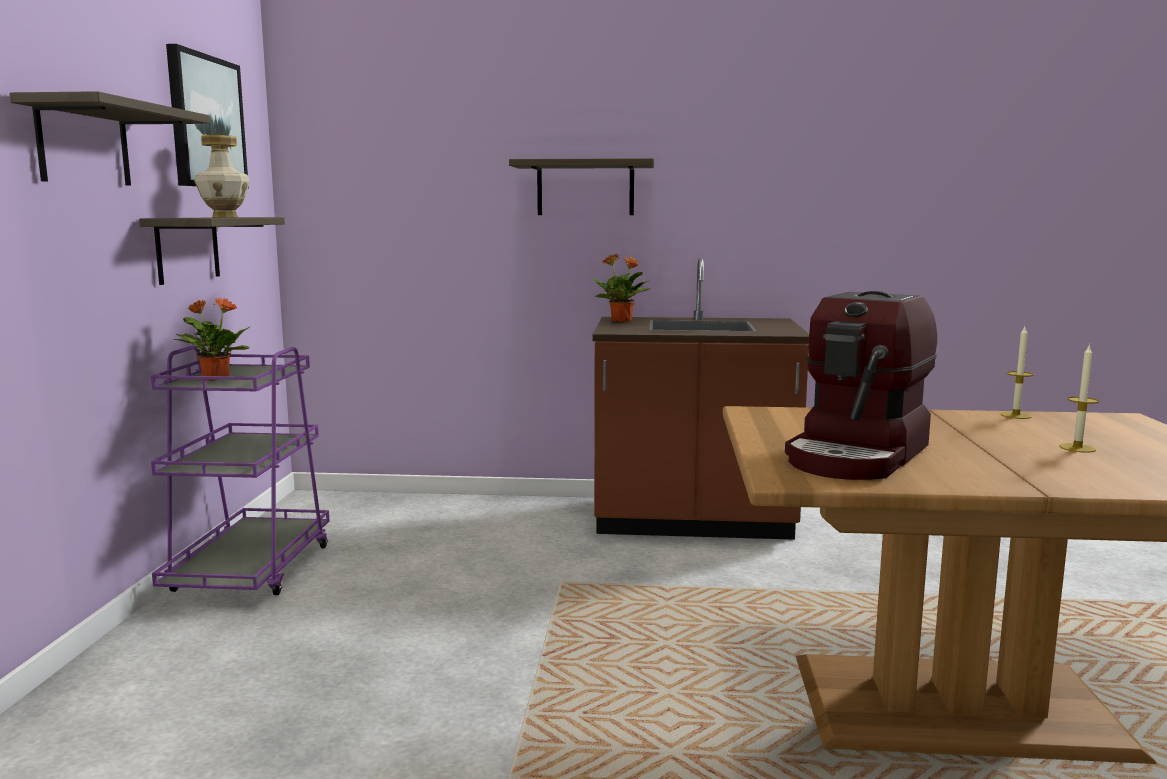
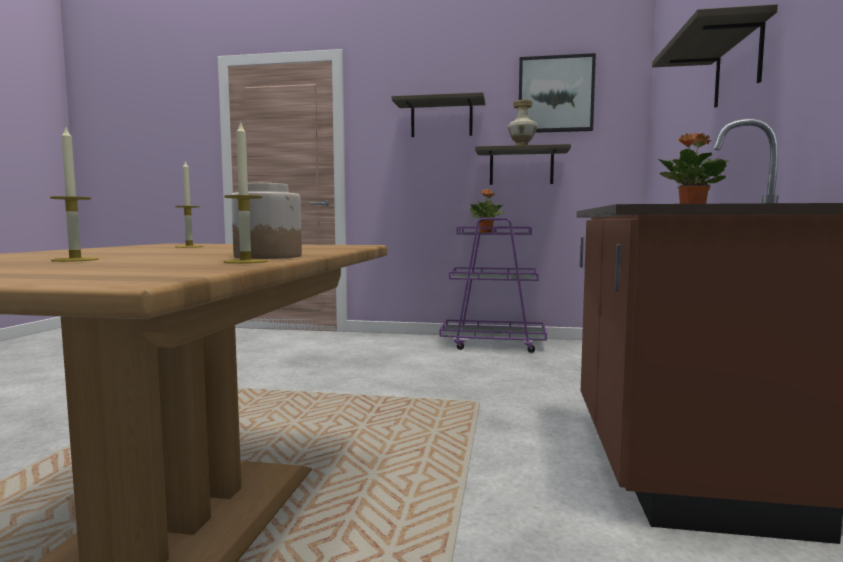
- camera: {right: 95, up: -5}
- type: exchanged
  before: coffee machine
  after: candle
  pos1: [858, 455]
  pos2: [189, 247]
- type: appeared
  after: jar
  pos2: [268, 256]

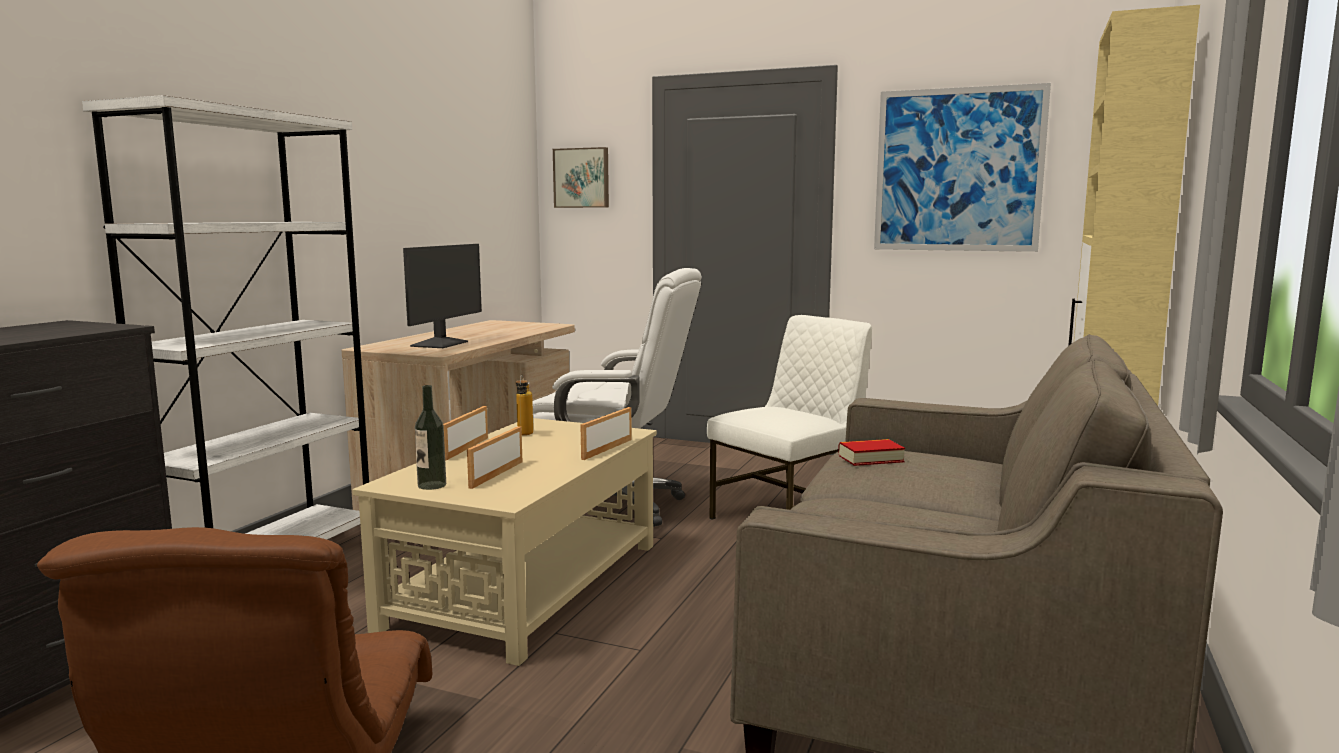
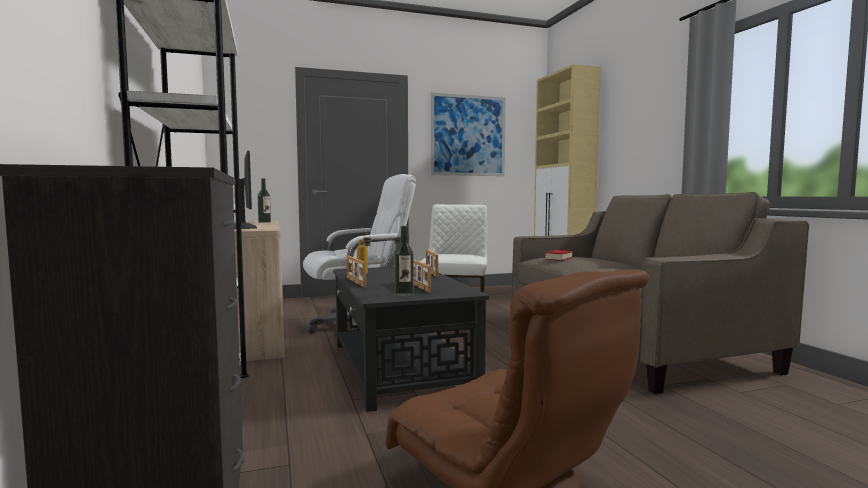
- camera: {right: -40, up: -5}
- type: appeared
  after: beverage bottle
  pos2: [264, 222]
- type: colour
  before: beige lounge table
  after: black lounge table
  pos1: [525, 585]
  pos2: [400, 367]
- type: missing
  before: wall art
  pos1: [582, 178]

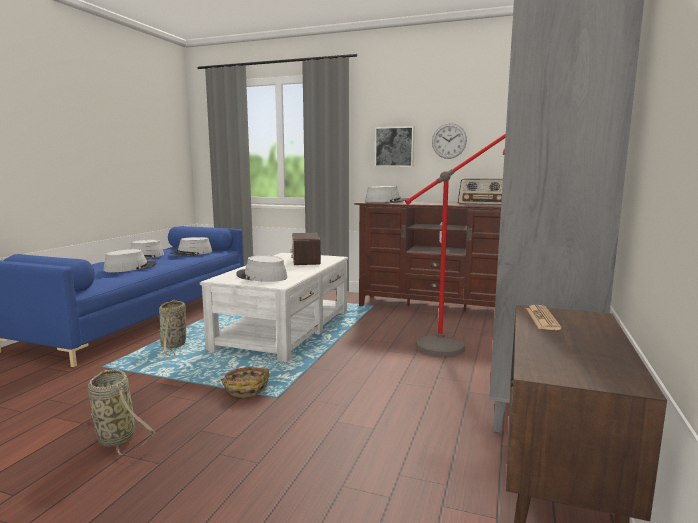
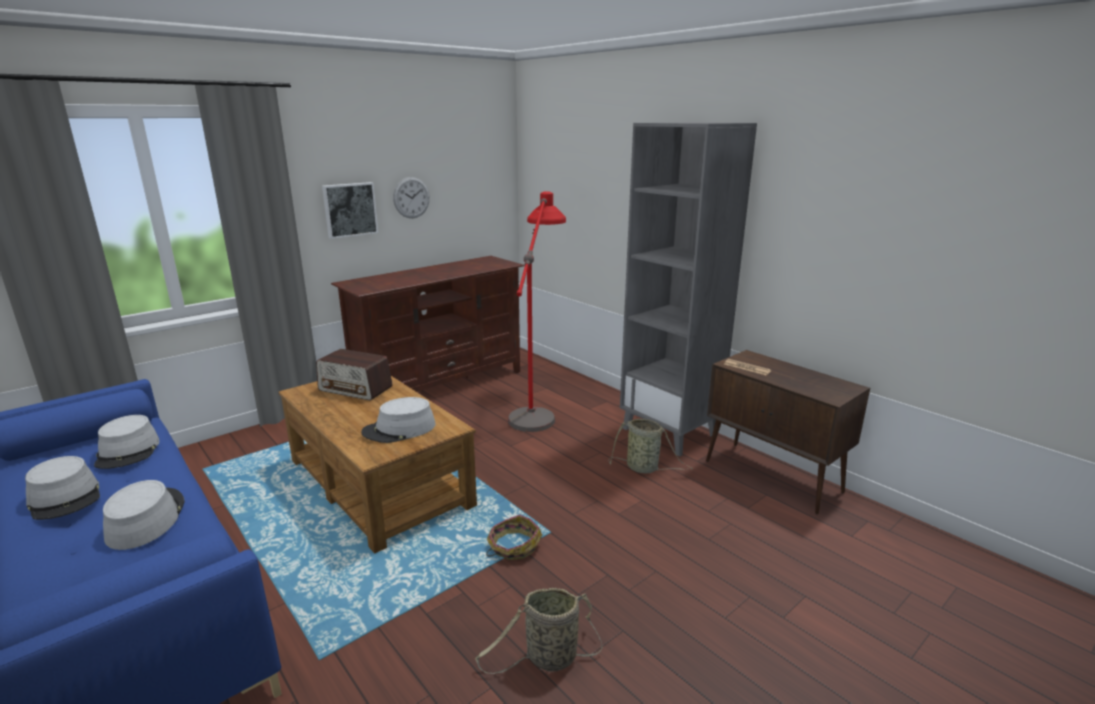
- camera: {right: -60, up: 10}
- type: colour
  before: white lounge table
  after: brownish lounge table
  pos1: [285, 329]
  pos2: [379, 482]
- type: relocated
  before: basket
  pos1: [173, 346]
  pos2: [644, 468]
- type: missing
  before: greyish hat
  pos1: [386, 201]
- type: missing
  before: radio set
  pos1: [483, 203]

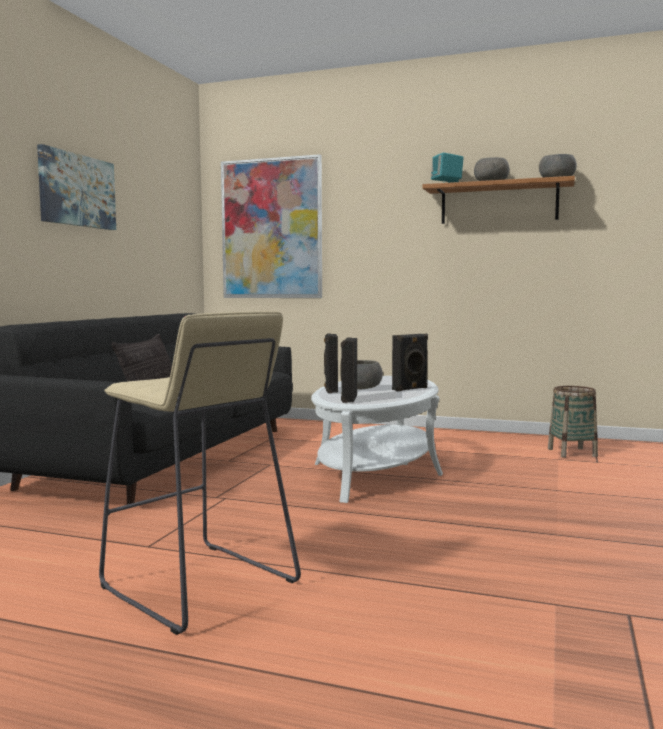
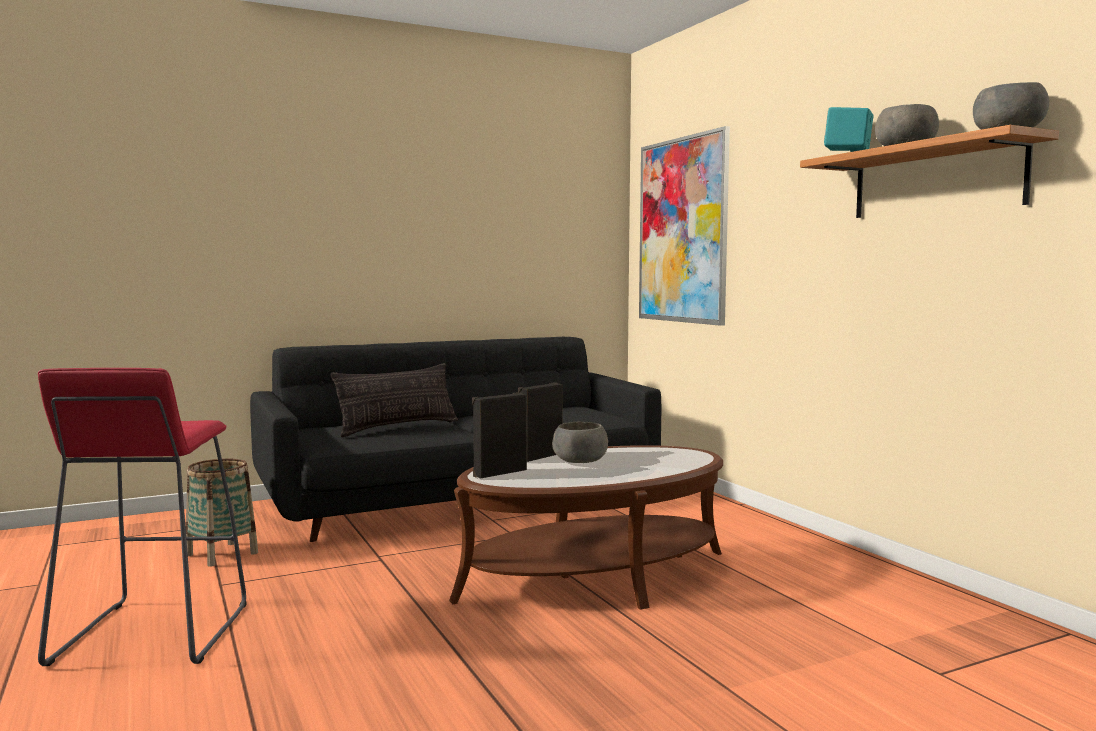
- camera: {right: 45, up: 0}
- type: colour
  before: beige stool seat
  after: red-coloured stool seat
  pos1: [198, 585]
  pos2: [151, 633]
- type: relocated
  before: basket
  pos1: [572, 452]
  pos2: [221, 554]
- type: colour
  before: white lounge table
  after: brownish lounge table
  pos1: [376, 469]
  pos2: [595, 575]
- type: missing
  before: wall art
  pos1: [77, 190]
- type: missing
  before: black speaker
  pos1: [410, 389]

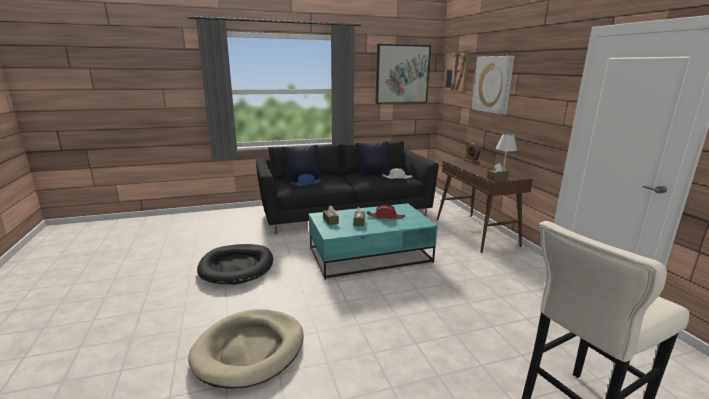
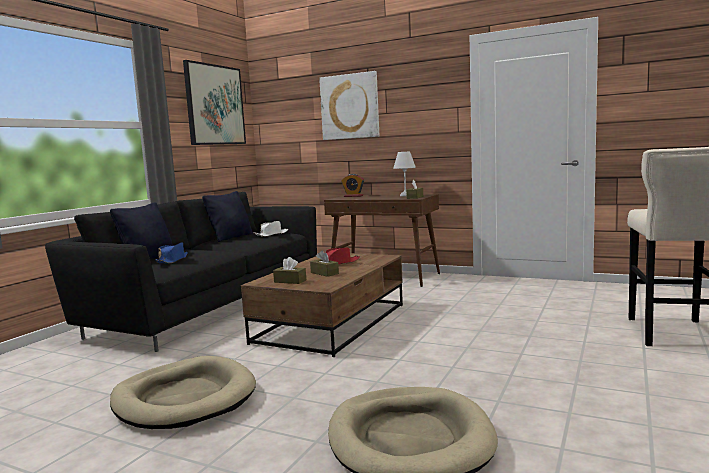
- camera: {right: -45, up: -10}
- type: colour
  before: black dog cushion
  after: beige dog cushion
  pos1: [237, 266]
  pos2: [184, 398]
- type: colour
  before: blue-green lounge table
  after: brownish lounge table
  pos1: [370, 255]
  pos2: [331, 323]
- type: missing
  before: wall art
  pos1: [456, 71]

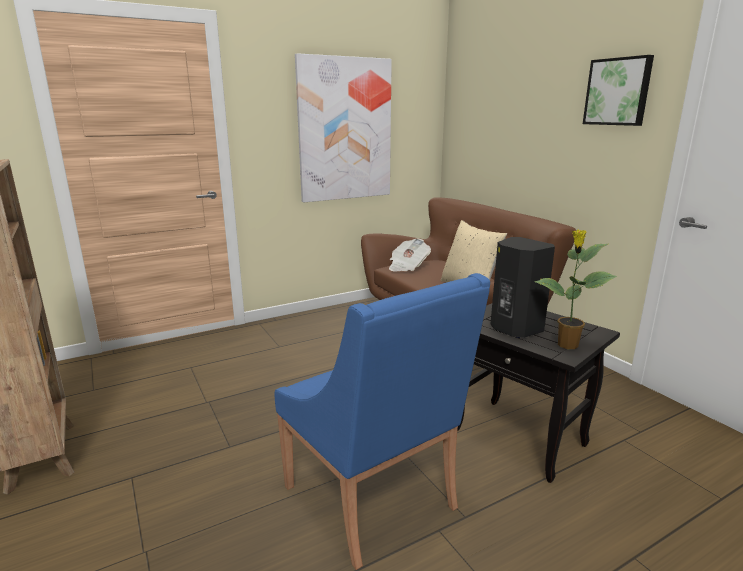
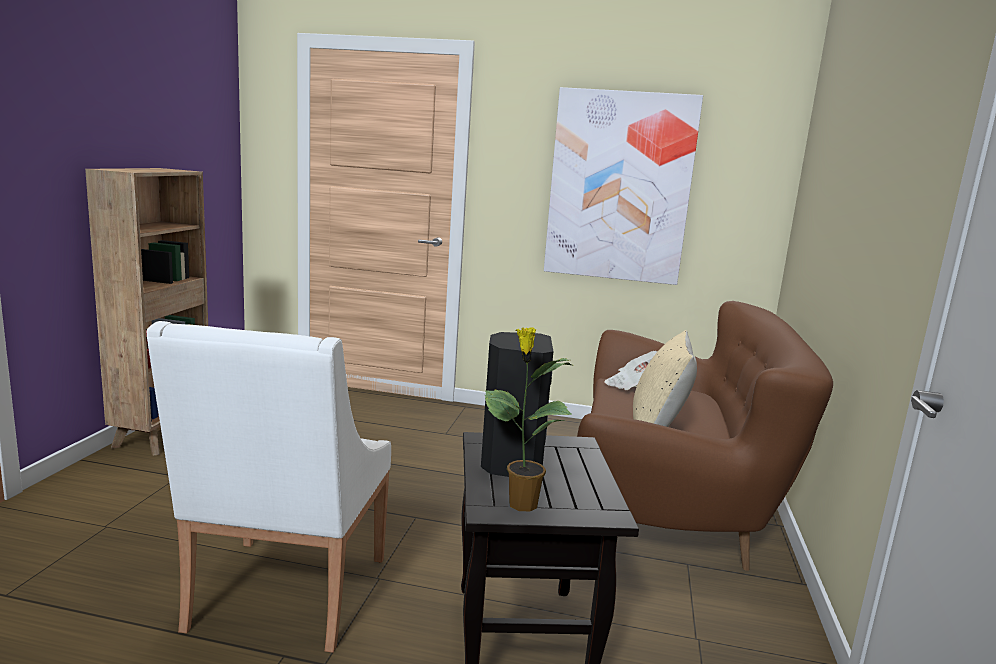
- camera: {right: 40, up: -5}
- type: colour
  before: bluish armchair
  after: white armchair
  pos1: [374, 499]
  pos2: [284, 596]
- type: missing
  before: wall art
  pos1: [618, 92]

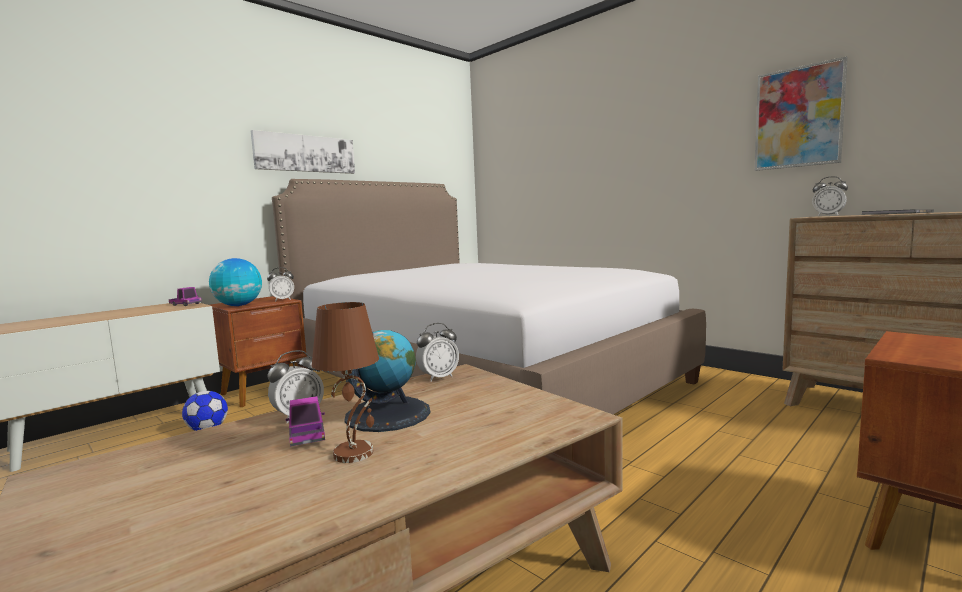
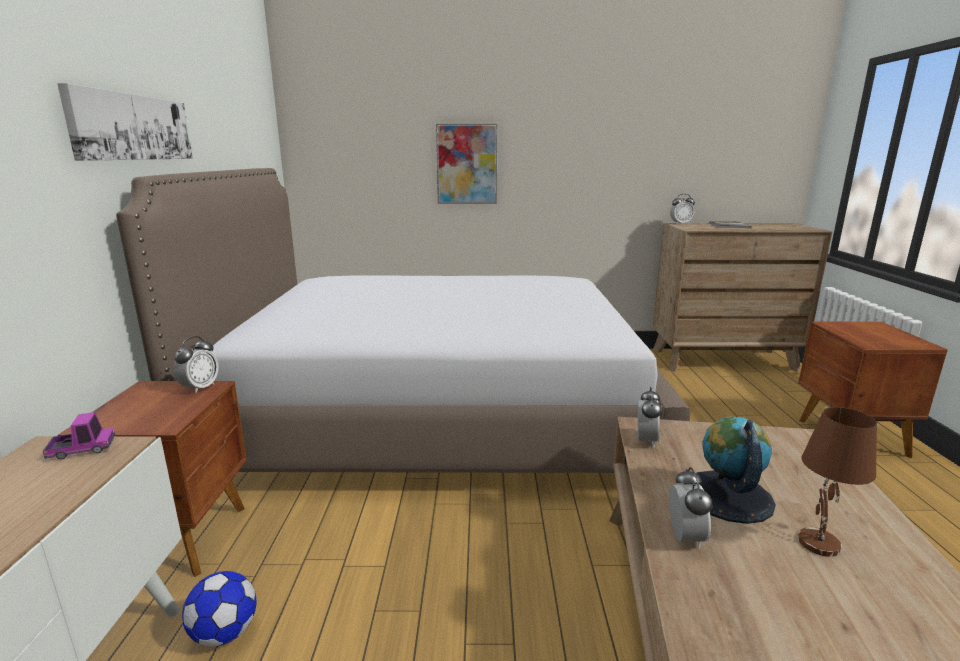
- camera: {right: -45, up: 10}
- type: relocated
  before: wall art
  pos1: [798, 117]
  pos2: [467, 164]
- type: missing
  before: globe
  pos1: [238, 305]
- type: missing
  before: toy truck
  pos1: [307, 436]

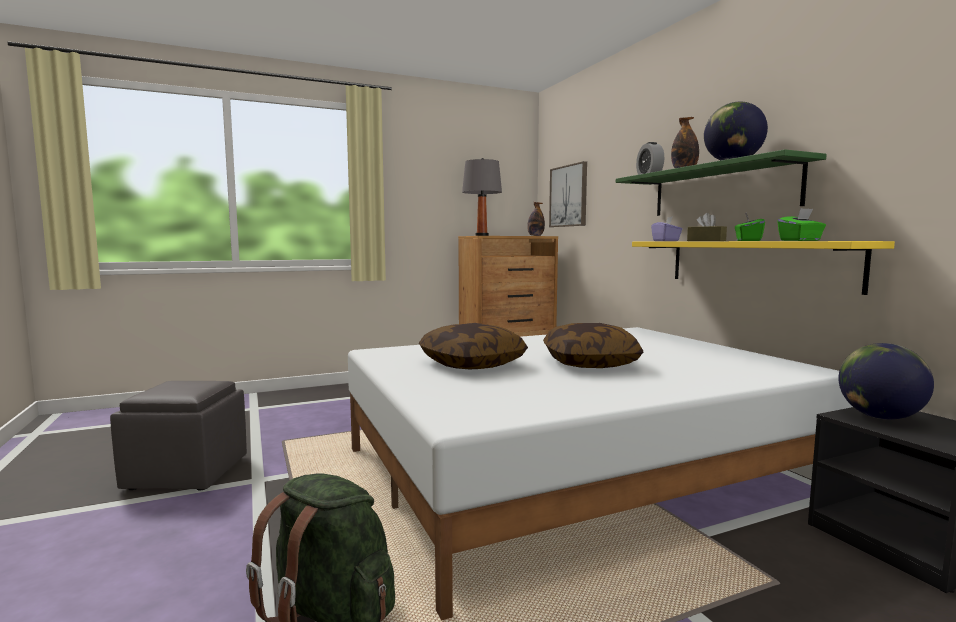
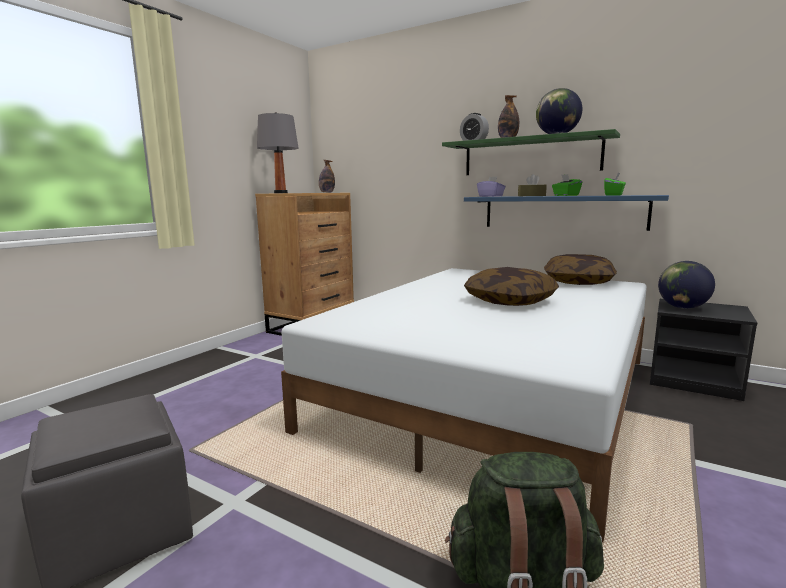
- camera: {right: -35, up: 5}
- type: colour
  before: yellowish wall shelf
  after: bluish wall shelf
  pos1: [755, 263]
  pos2: [562, 212]
- type: relocated
  before: throw pillow
  pos1: [472, 364]
  pos2: [578, 282]
- type: missing
  before: wall art
  pos1: [568, 196]

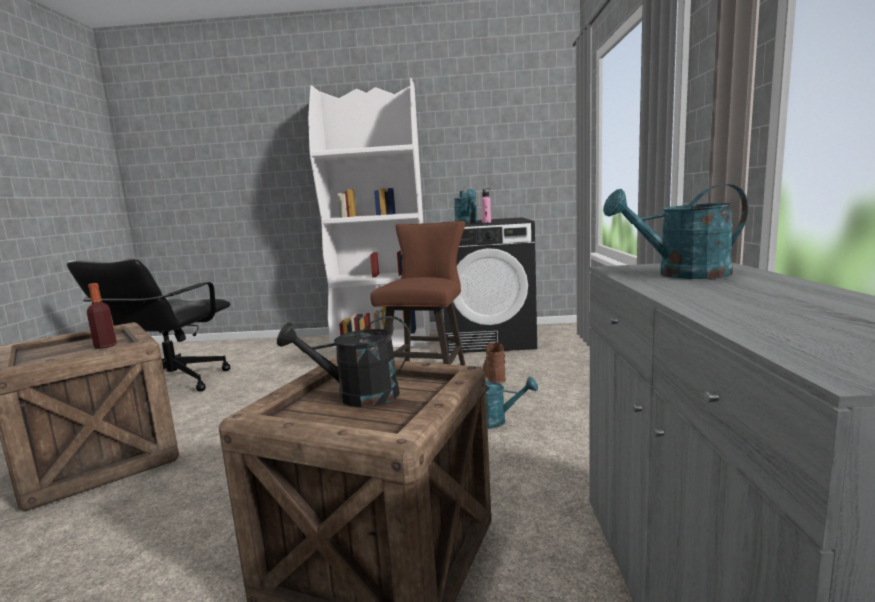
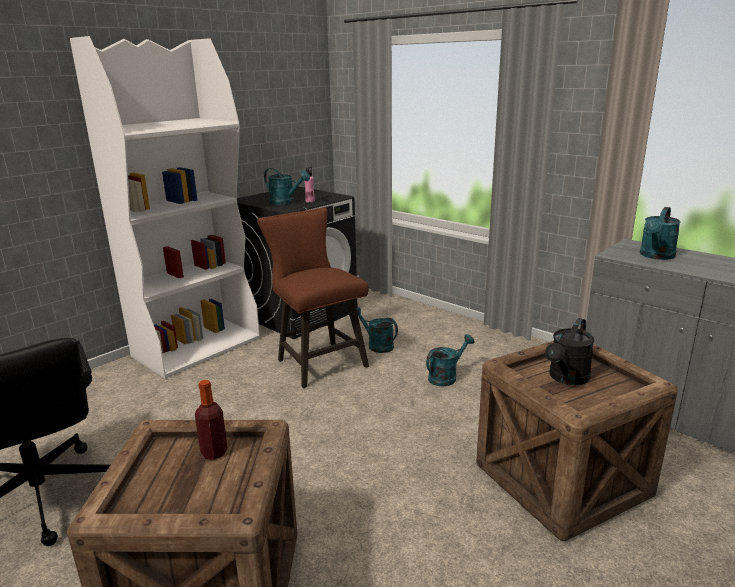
- camera: {right: -50, up: 10}
- type: exchanged
  before: brownish high-top boot
  after: blue-green watering pot
  pos1: [494, 377]
  pos2: [376, 345]

